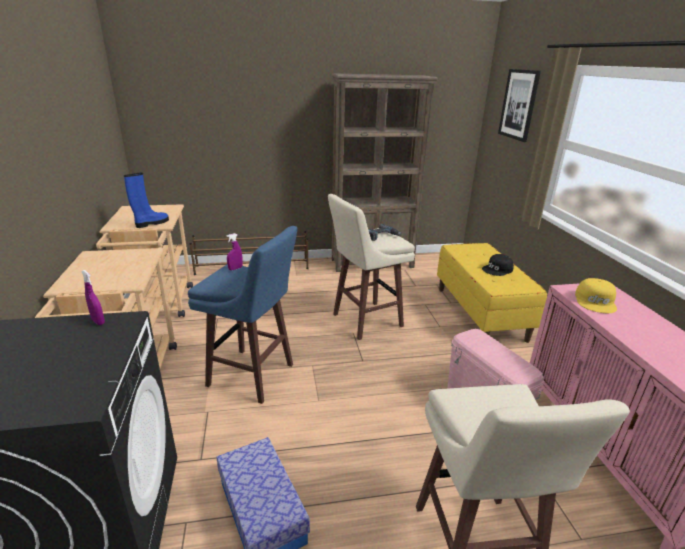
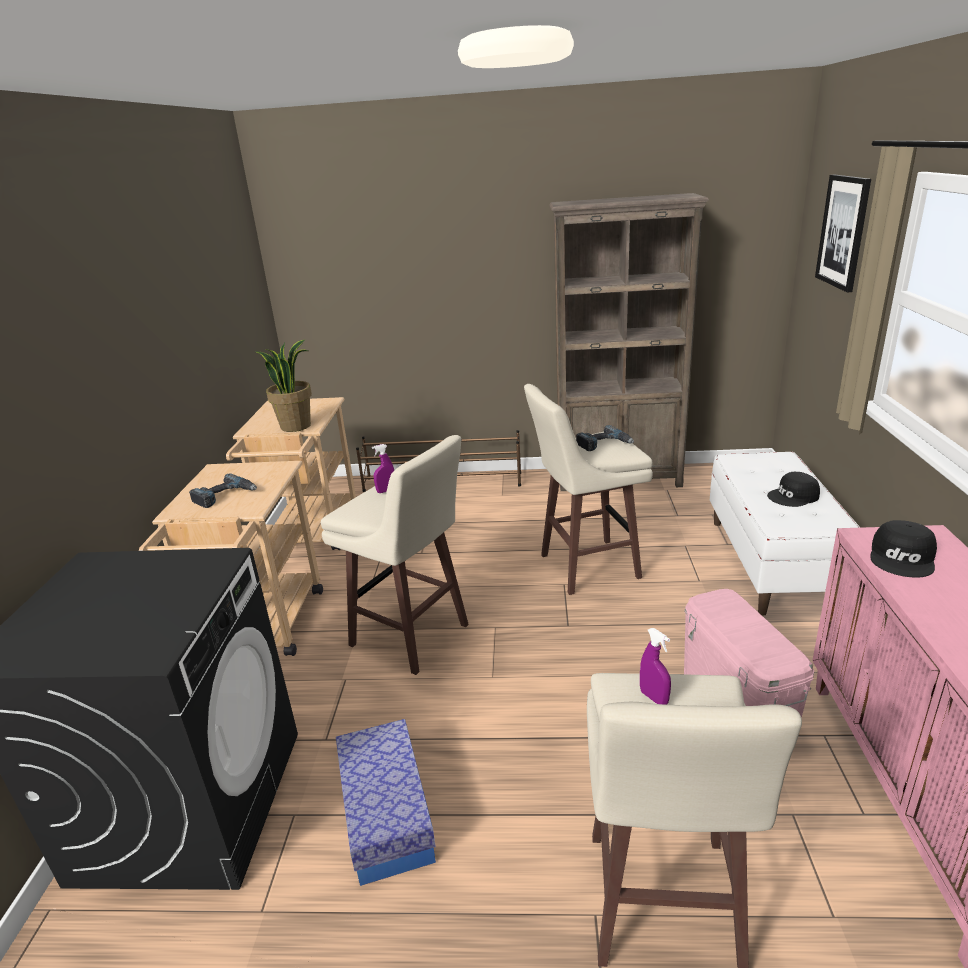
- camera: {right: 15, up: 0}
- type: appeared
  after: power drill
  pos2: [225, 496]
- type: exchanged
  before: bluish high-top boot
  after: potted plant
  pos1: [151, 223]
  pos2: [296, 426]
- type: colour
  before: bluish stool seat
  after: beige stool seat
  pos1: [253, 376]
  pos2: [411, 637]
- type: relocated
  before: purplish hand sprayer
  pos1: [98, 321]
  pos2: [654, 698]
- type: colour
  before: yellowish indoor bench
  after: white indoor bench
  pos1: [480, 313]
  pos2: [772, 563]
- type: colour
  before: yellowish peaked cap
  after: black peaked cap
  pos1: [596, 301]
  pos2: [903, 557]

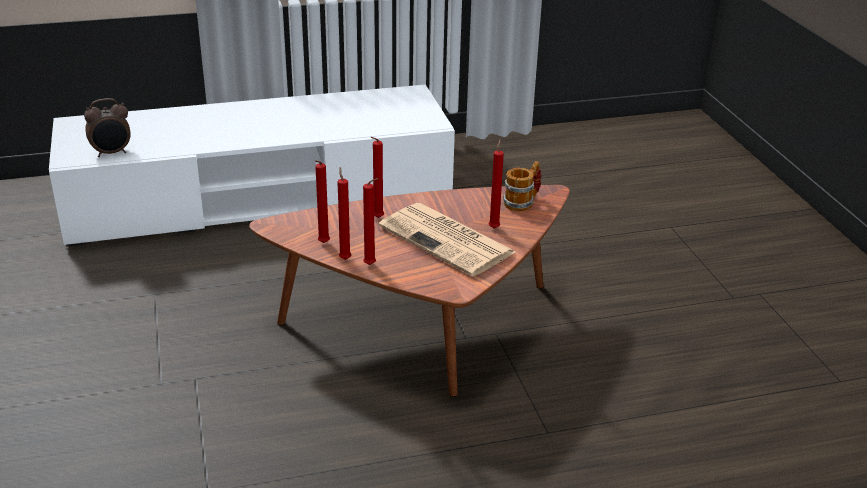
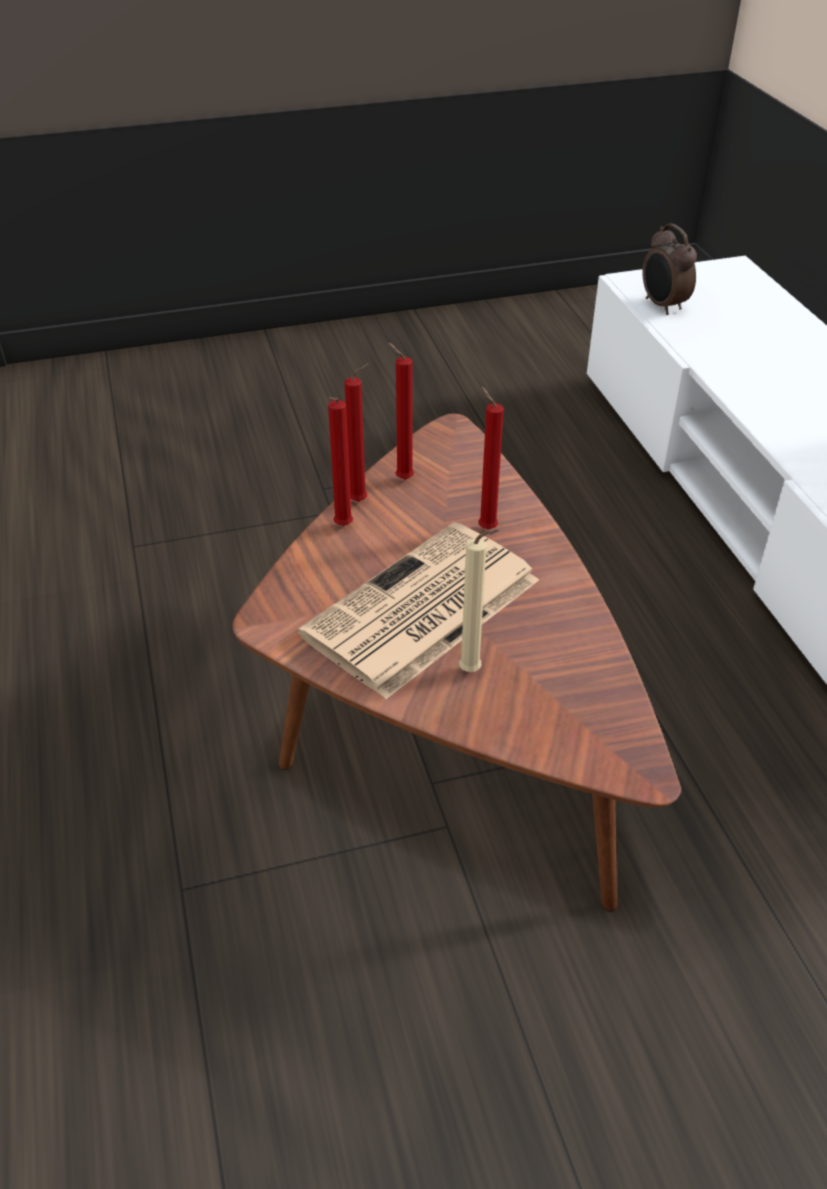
- camera: {right: 90, up: 10}
- type: colour
  before: red-coloured candle
  after: beige candle
  pos1: [494, 227]
  pos2: [473, 671]
- type: missing
  before: coffee mug
  pos1: [522, 202]

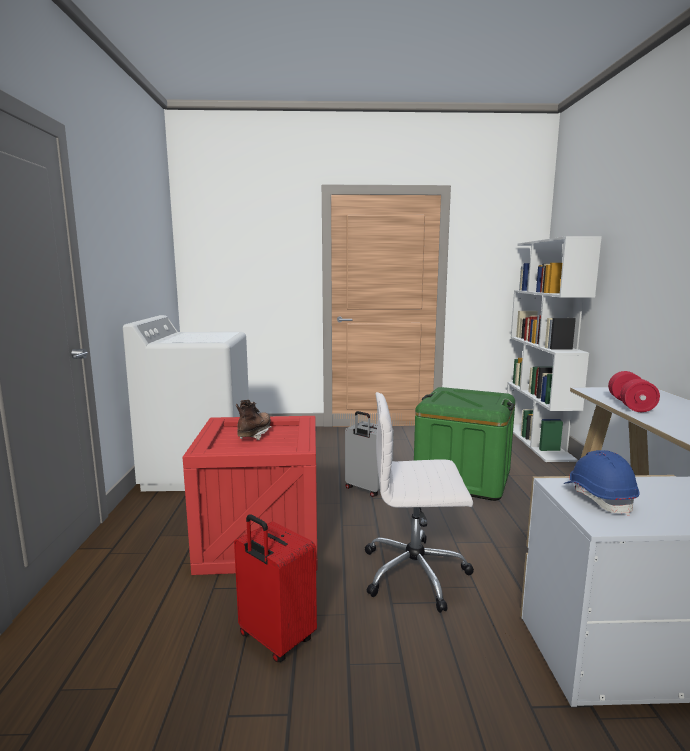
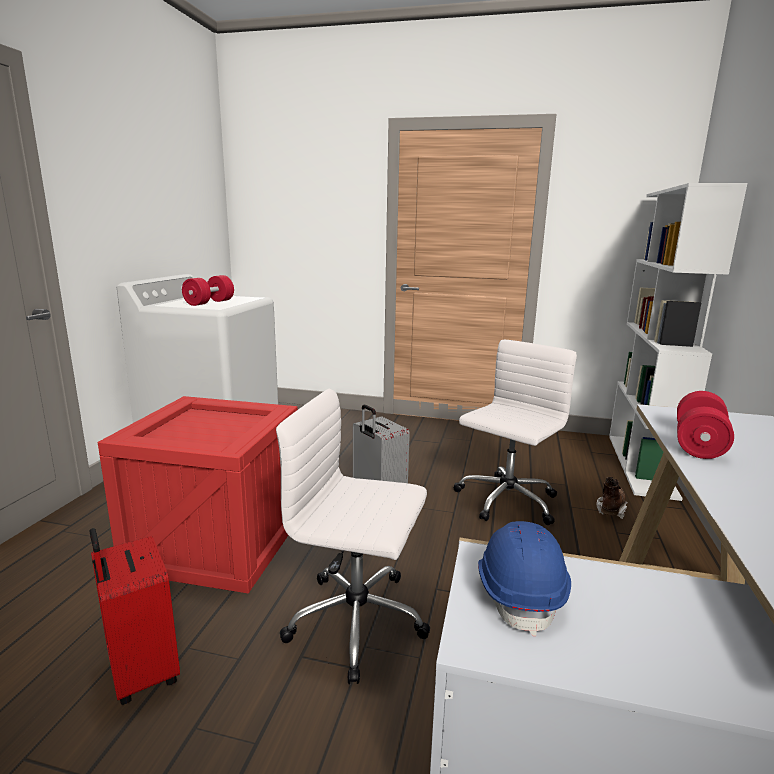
- camera: {right: 15, up: 5}
- type: appeared
  after: red-coloured hand weight
  pos2: [209, 303]
- type: exchanged
  before: green-coloured storage box
  after: white desk chair
  pos1: [462, 478]
  pos2: [505, 501]
- type: relocated
  before: brownish high-top boot
  pos1: [254, 434]
  pos2: [611, 509]

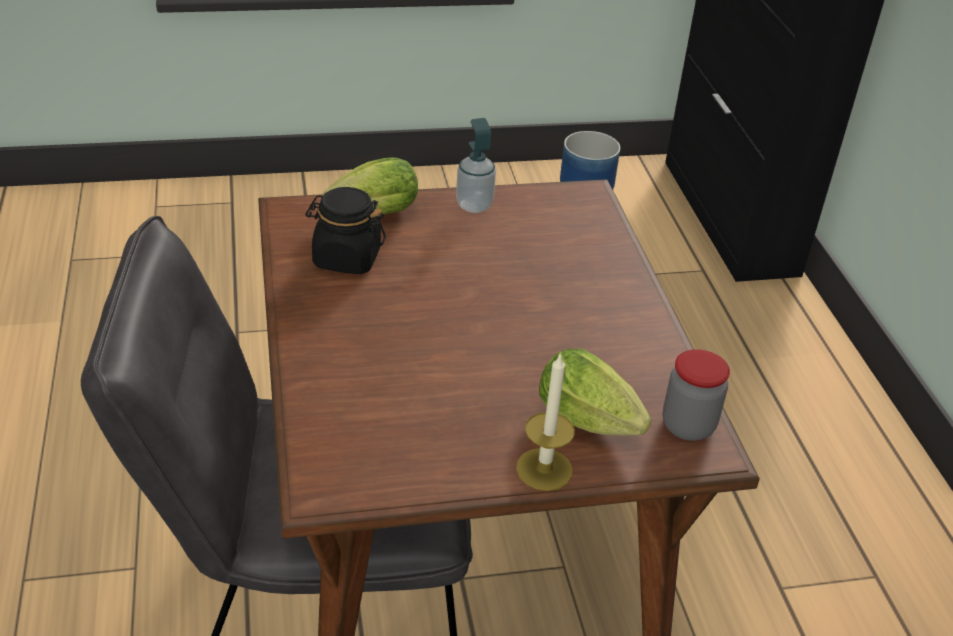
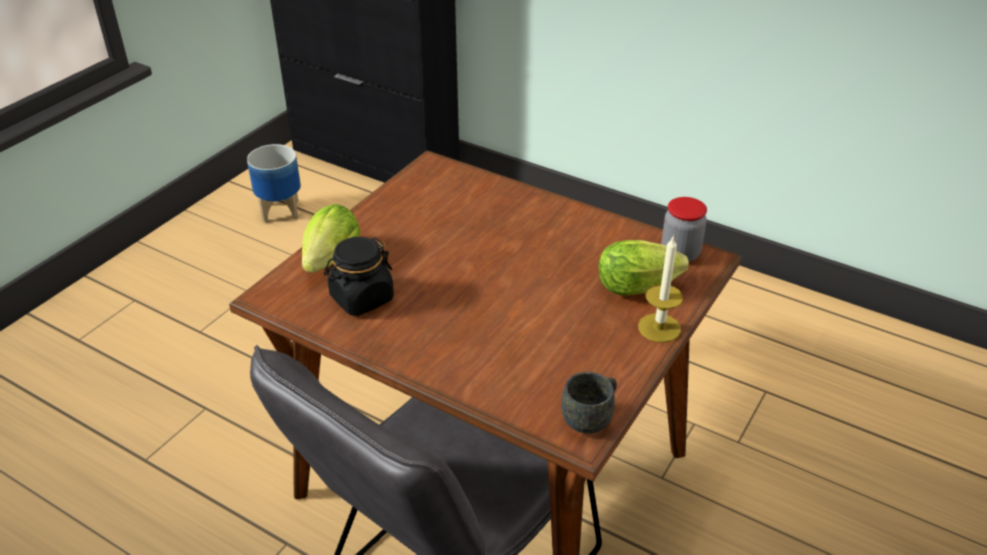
- camera: {right: -45, up: 0}
- type: appeared
  after: greyish coffee mug
  pos2: [591, 417]
- type: missing
  before: soap bottle
  pos1: [474, 205]

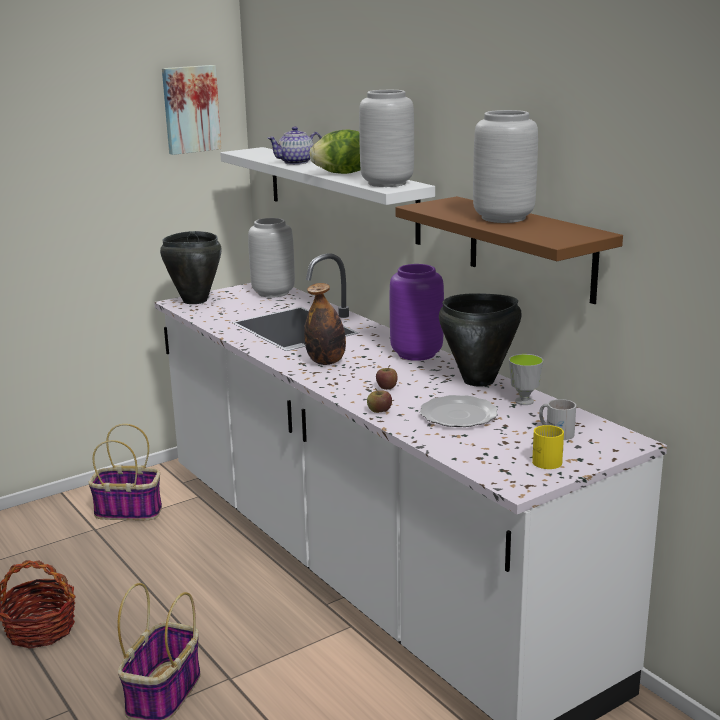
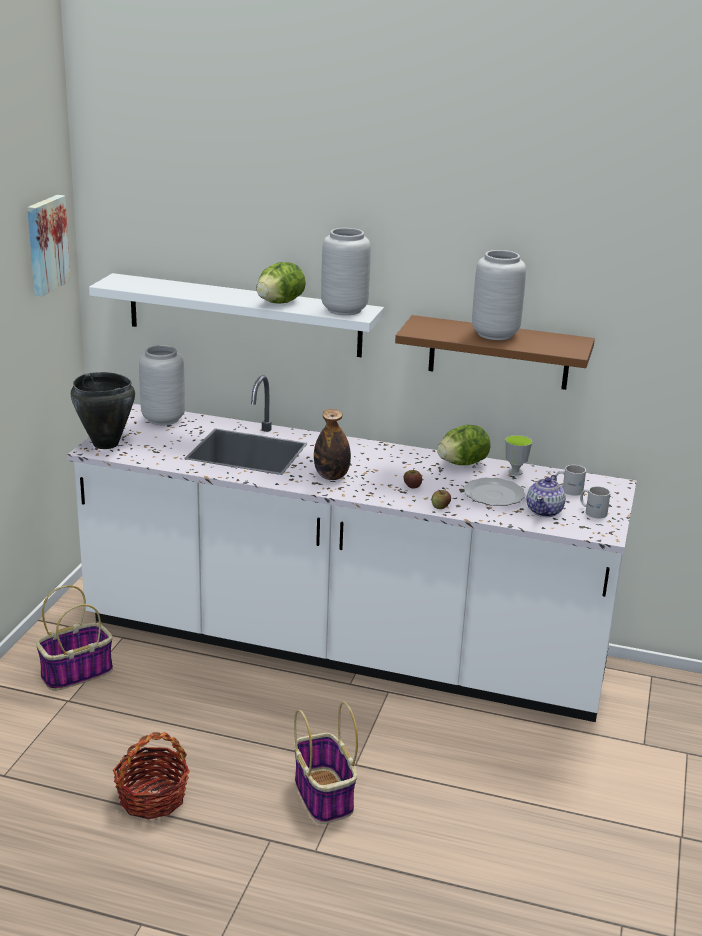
- camera: {right: -40, up: 5}
- type: exchanged
  before: black saucepot
  after: lettuce
  pos1: [479, 381]
  pos2: [462, 463]
- type: relocated
  before: pot for tea
  pos1: [296, 162]
  pos2: [545, 511]
- type: colour
  before: yellowish coffee mug
  after: white coffee mug
  pos1: [546, 459]
  pos2: [593, 511]
- type: missing
  before: purplish flower vase
  pos1: [417, 354]

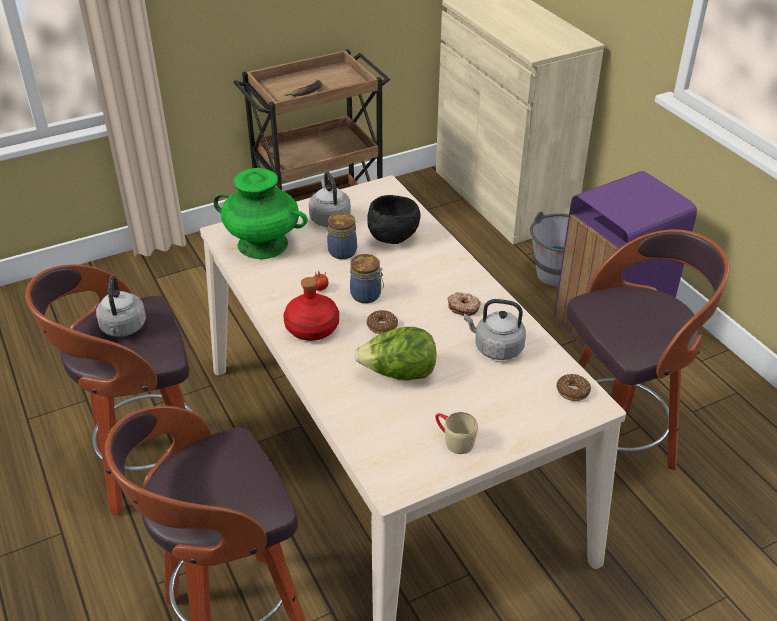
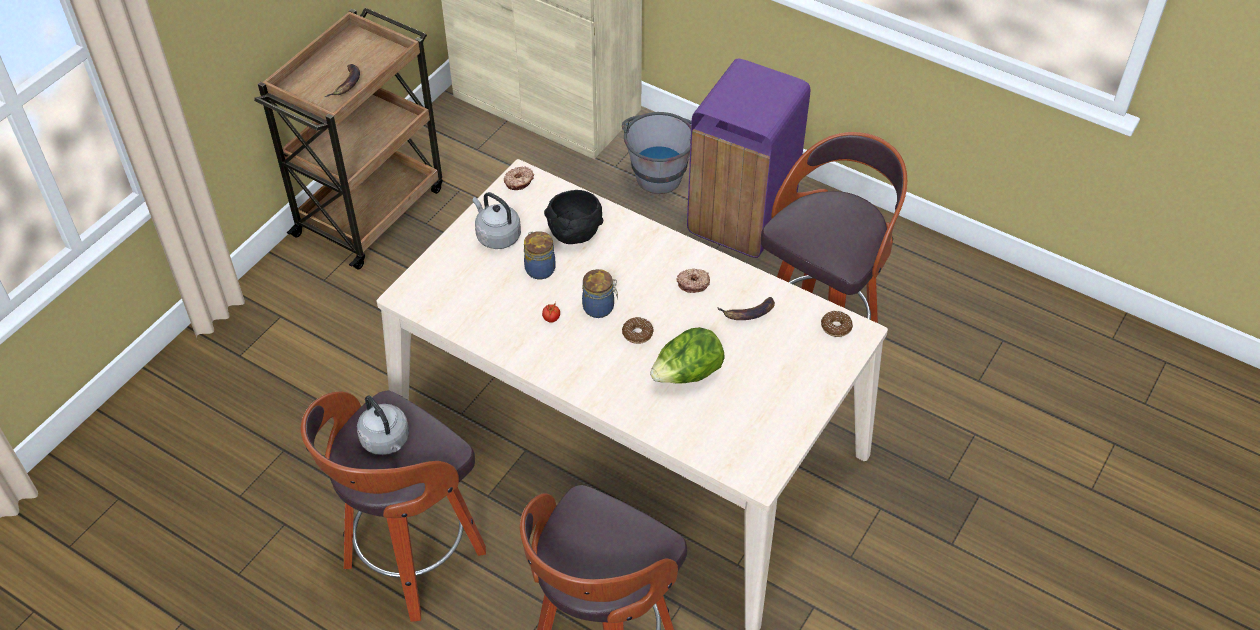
- camera: {right: -30, up: 10}
- type: appeared
  after: doughnut
  pos2: [519, 182]
- type: exchanged
  before: greyish tea kettle
  after: banana
  pos1: [495, 348]
  pos2: [748, 313]
- type: missing
  before: green-coloured flower vase
  pos1: [263, 244]
- type: missing
  before: red-coloured beverage bottle
  pos1: [312, 327]
- type: missing
  before: beige coffee mug
  pos1: [453, 440]

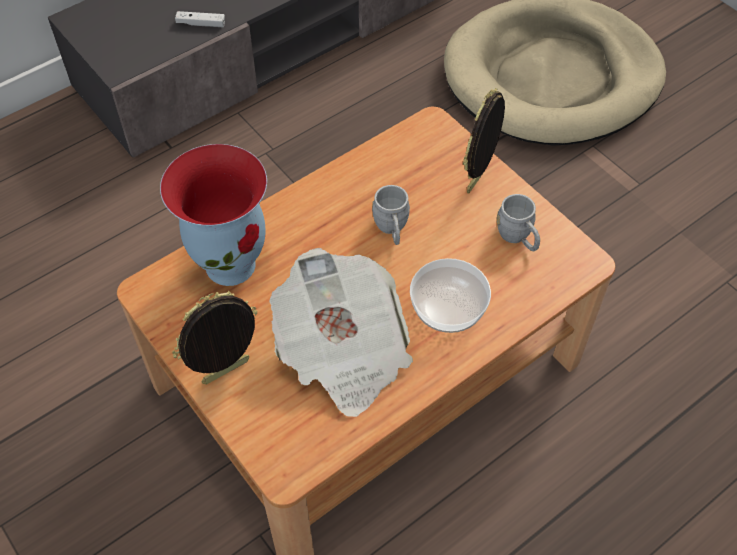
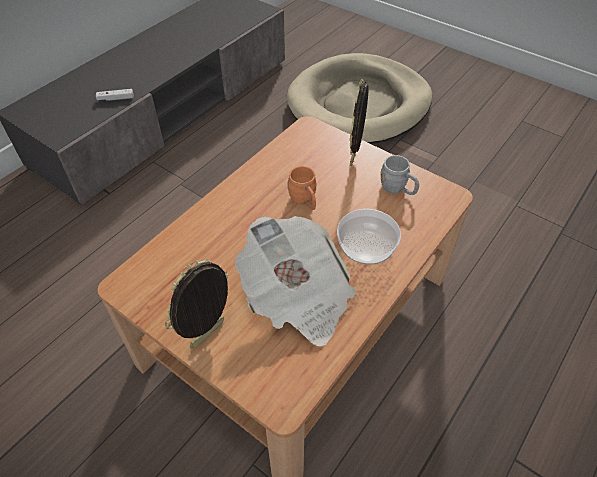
- camera: {right: -15, up: -5}
- type: colour
  before: greyish coffee mug
  after: orange coffee mug
  pos1: [392, 230]
  pos2: [304, 201]
- type: missing
  before: flower vase
  pos1: [231, 263]

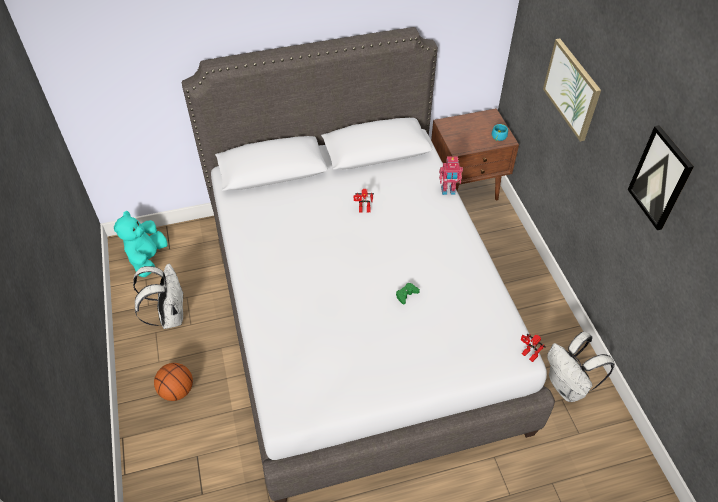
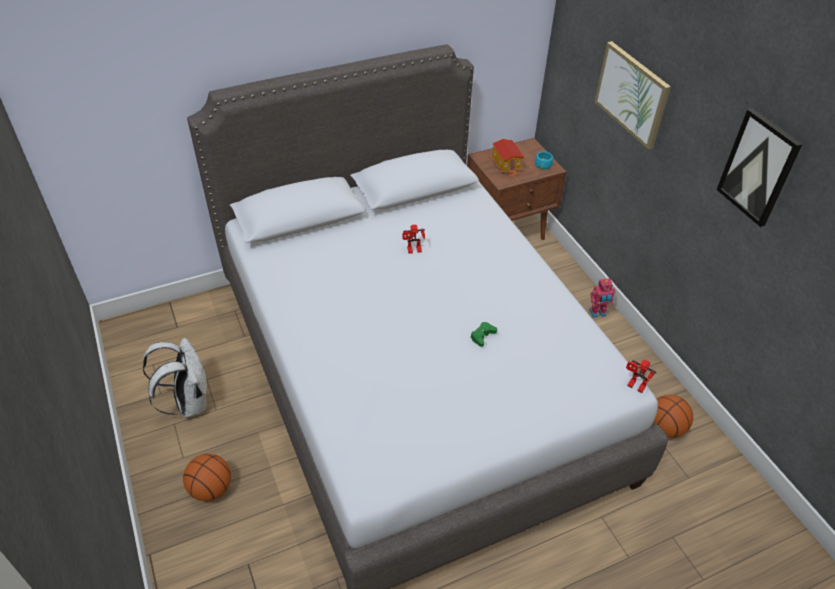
- camera: {right: -10, up: -5}
- type: appeared
  after: model house
  pos2: [506, 166]
- type: relocated
  before: robot figure
  pos1: [448, 191]
  pos2: [598, 313]
- type: exchanged
  before: white backpack
  after: ball for basketball
  pos1: [568, 387]
  pos2: [665, 428]
- type: missing
  before: blue-green soft toy
  pos1: [147, 258]

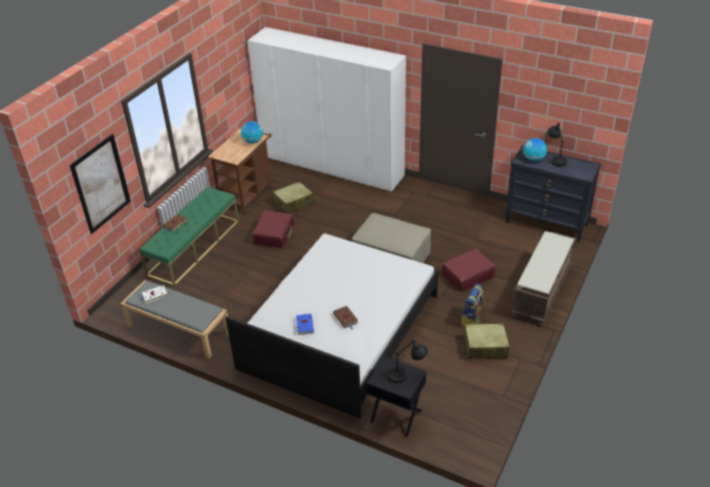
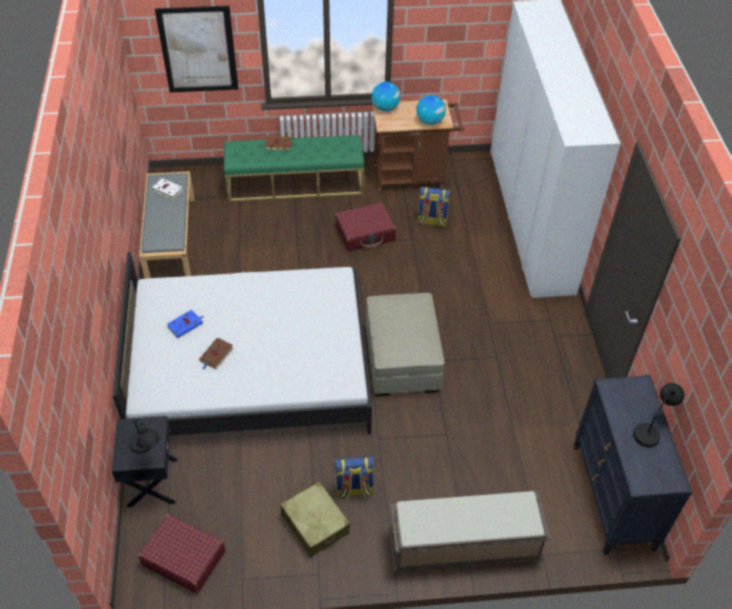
- camera: {right: 55, up: 10}
- type: relocated
  before: red-coloured travel case
  pos1: [467, 275]
  pos2: [184, 558]
- type: relocated
  before: globe
  pos1: [533, 159]
  pos2: [385, 108]
- type: exchanged
  before: beige travel case
  after: backpack
  pos1: [293, 203]
  pos2: [431, 221]

